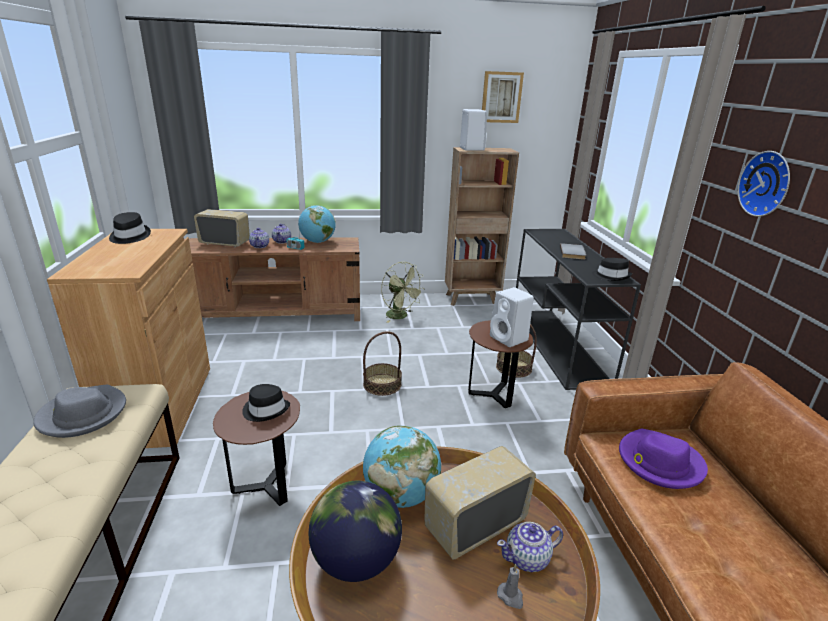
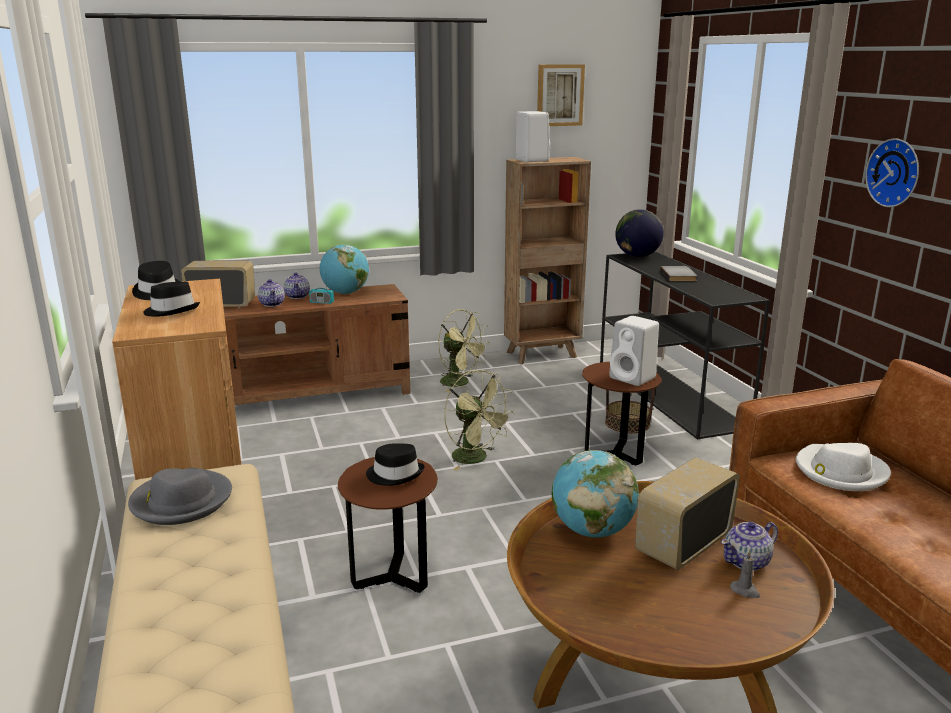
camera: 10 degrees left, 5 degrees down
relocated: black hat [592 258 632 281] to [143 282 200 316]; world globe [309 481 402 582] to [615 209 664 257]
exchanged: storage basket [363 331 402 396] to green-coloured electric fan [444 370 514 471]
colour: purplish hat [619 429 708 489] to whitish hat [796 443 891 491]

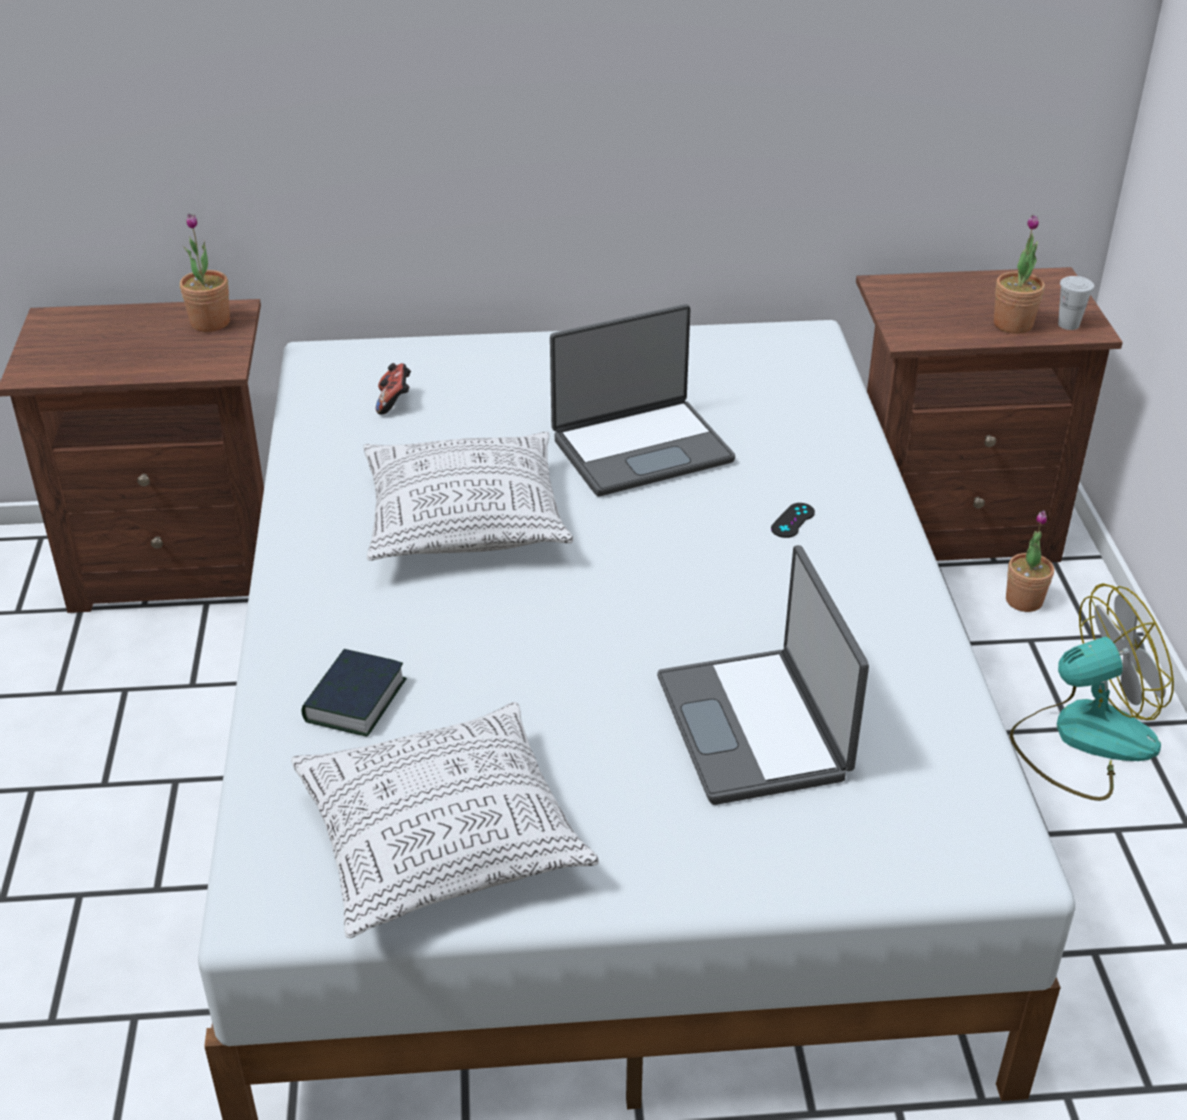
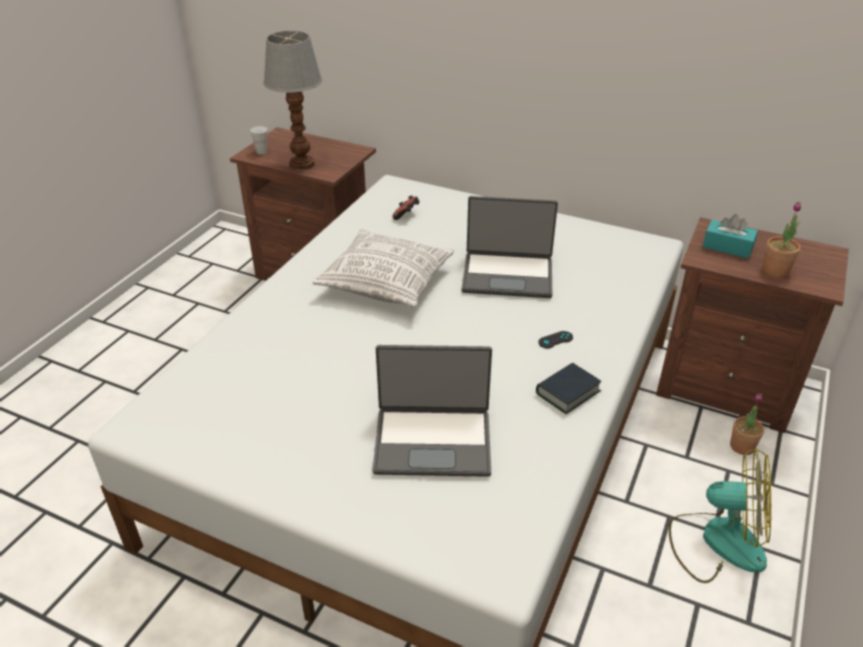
camera: 30 degrees right, 0 degrees up
missing: potted plant [180 213 230 332]; pillow [291 702 599 938]
appeared: tabletop lamp [263 31 322 171]; blue-green tissue holder [702 214 758 259]
relocated: whitish drinking cup [1058 276 1094 330] to [250 126 268 155]; volume [301 649 407 736] to [536 362 601 414]
spun: portable computer [657 545 869 805] = [373 345 492 477] 105 degrees counterclockwise

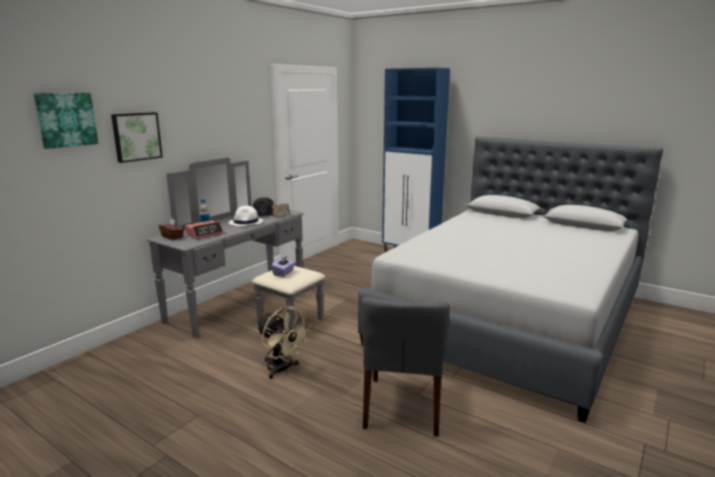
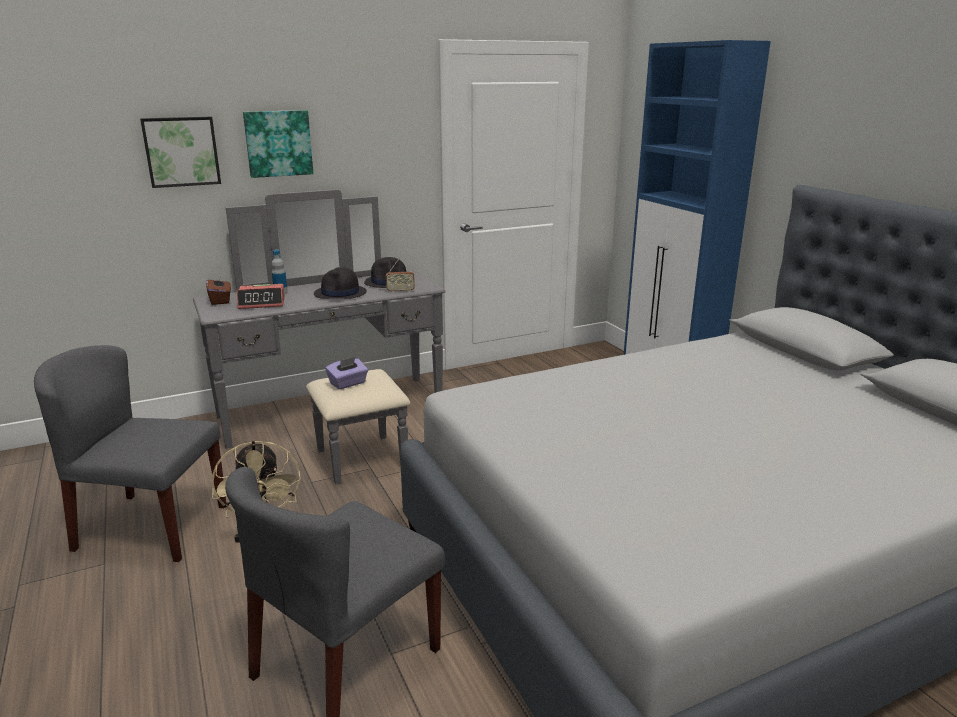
camera: 30 degrees right, 5 degrees up
appeared: gray plain chair [34 345 226 562]
relocated: wall picture [34 93 98 149] to [243 110 313 178]
colour: whitish hat [228 206 263 226] to black hat [314 267 367 299]

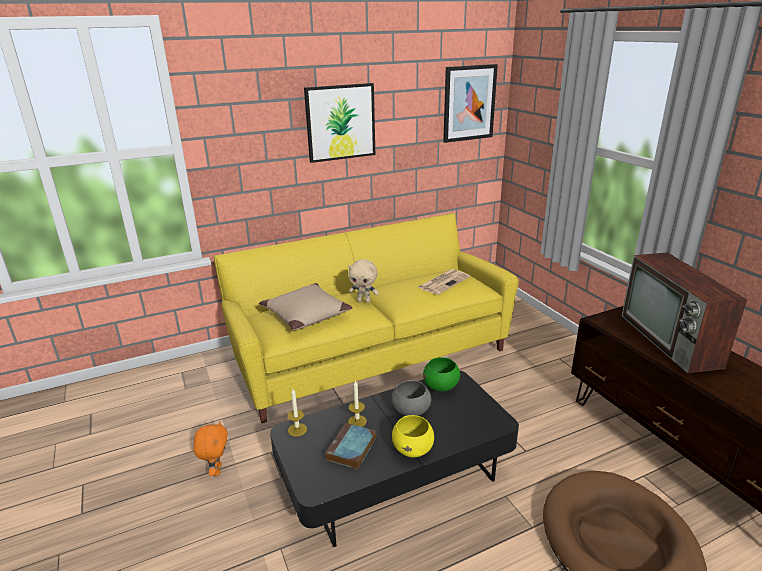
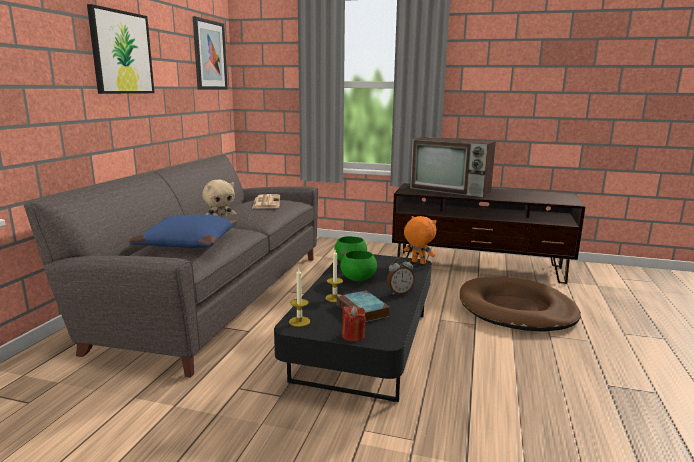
camera: 50 degrees left, 10 degrees down
appeared: reddish wax candle [342 306 366 342]
relocated: orangey soft toy [194 421 228 476] to [404 216 437 264]
exchanged: yellow-coloured deep dish [392 415 434 457] to table clock [387 257 415 295]
colour: yellow-coloured settee [214 213 519 423] to gray settee [24 155 318 378]; sand-coloured pillow [259 283 352 330] to bluish pillow [128 215 238 248]; gray deep dish [392 380 431 416] to green-coloured deep dish [340 250 377 281]

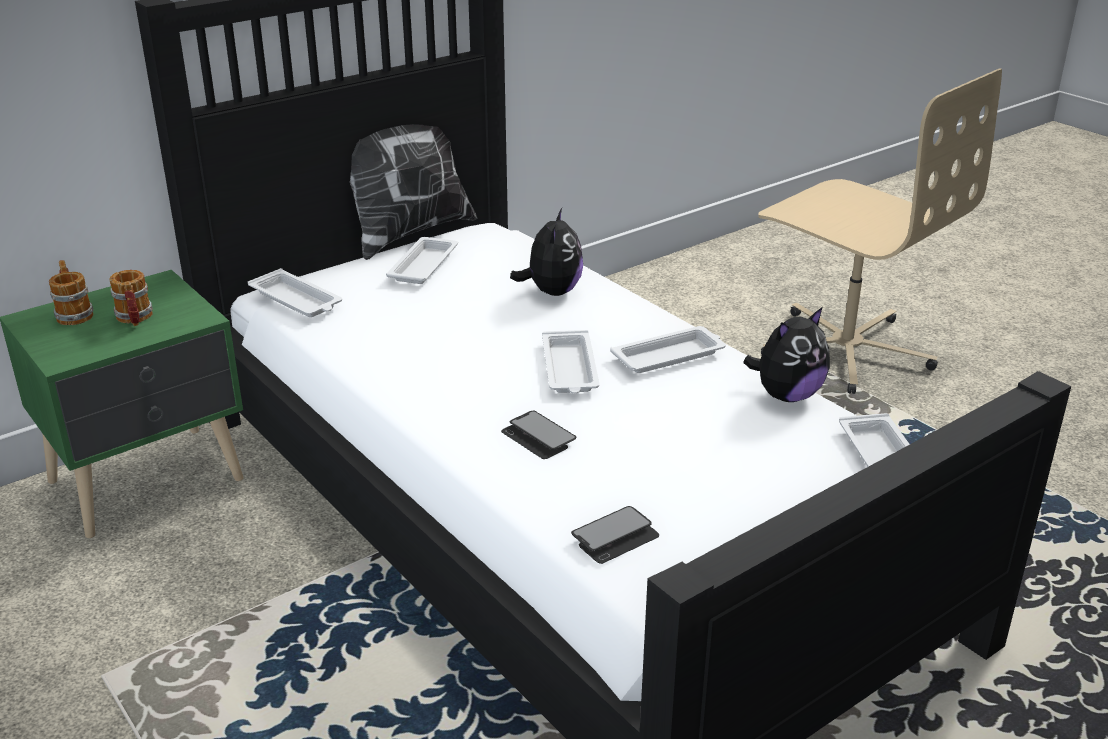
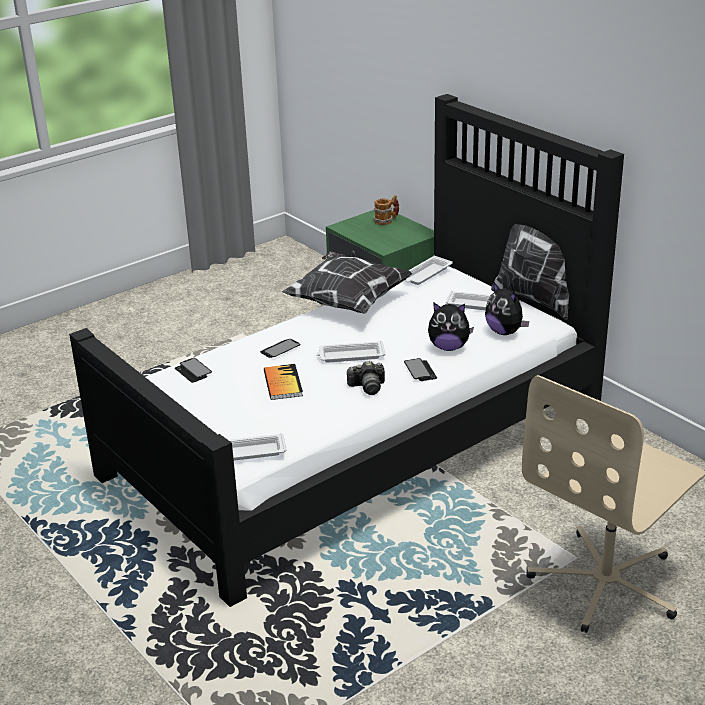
camera: 90 degrees right, 0 degrees up
missing: coffee mug [110 270 153 326]
appeared: pillow [282 251 413 314]; telephone [404 358 437 381]; volume [264 364 303 400]
relocated: soft toy [744 307 830 402] to [485 283 529 335]
exchanged: whitish tray [610 326 726 373] to photo camera [346 361 385 395]

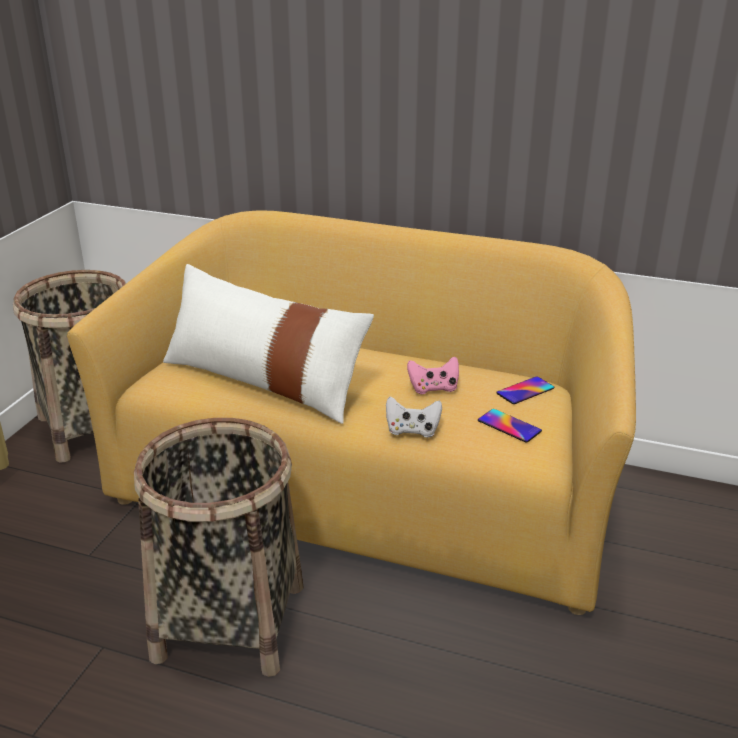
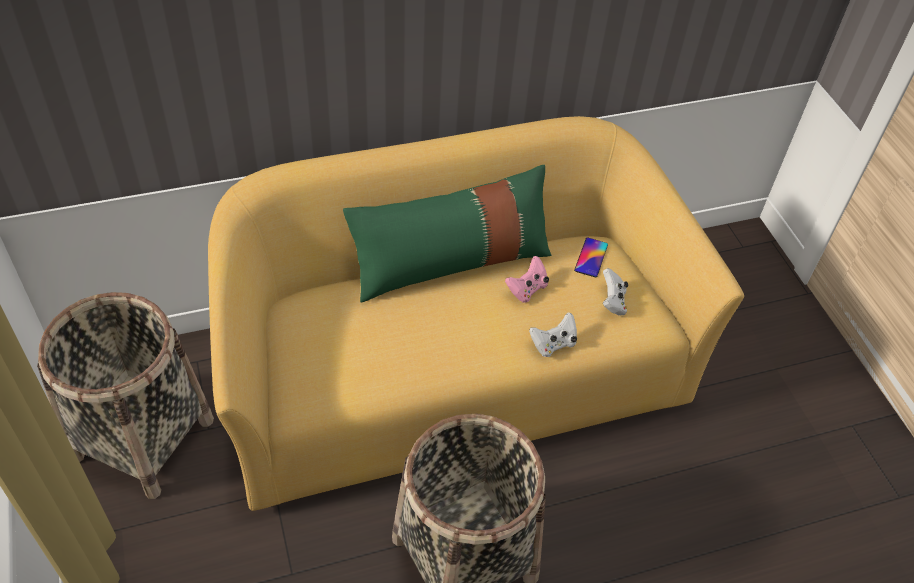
camera: 40 degrees left, 20 degrees up
missing: whitish pillow [163 264 374 424]
appeared: green-coloured pillow [343 165 551 302]
exchanged: telephone [478 409 542 443] to whitish joypad [603 268 628 316]

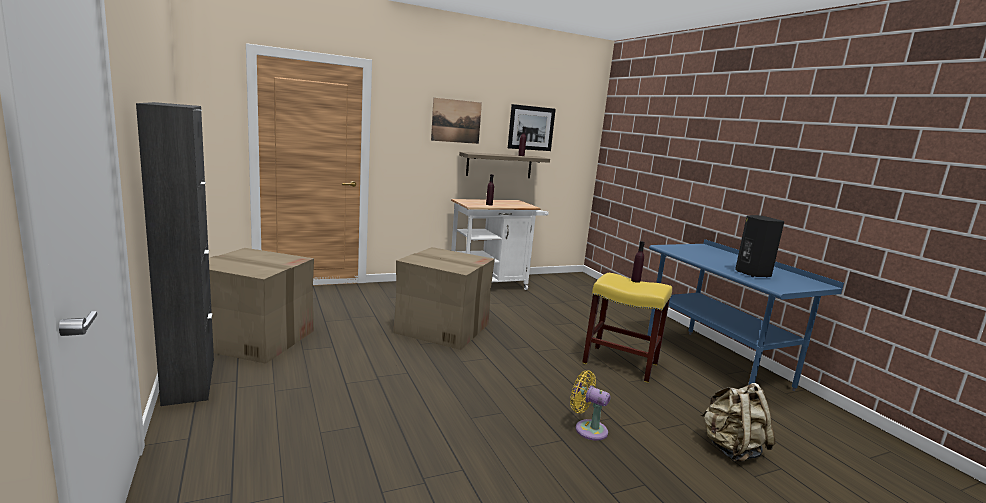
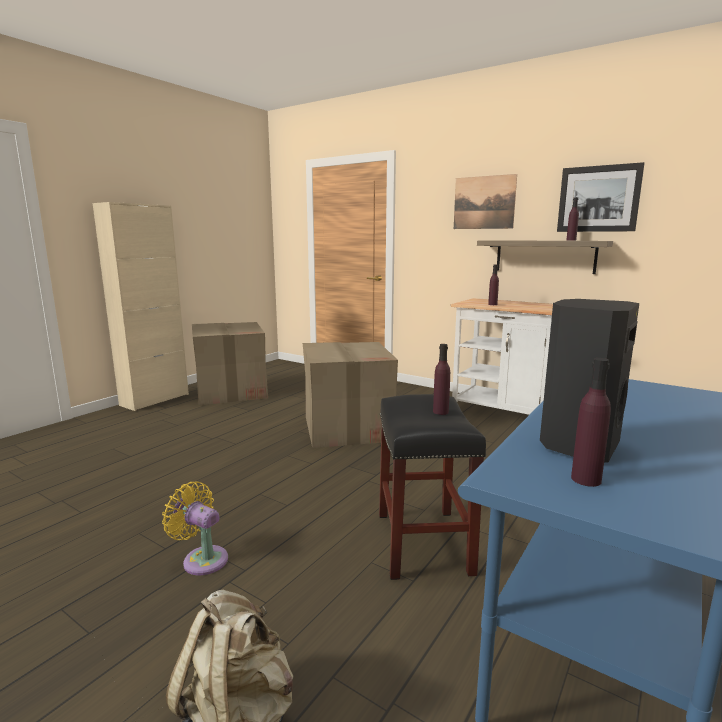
camera: 60 degrees right, 0 degrees up
appeared: purplish bottle [571 358 611 487]
colour: black storage cabinet [136 102 214 406] to sand-coloured storage cabinet [93 202 189 411]; yellow-coloured stool [582 273 672 383] to black stool [379 394 486 580]
spun: yellow-coloured electric fan [570 370 611 441] = [162 482 228 575] 60 degrees counterclockwise

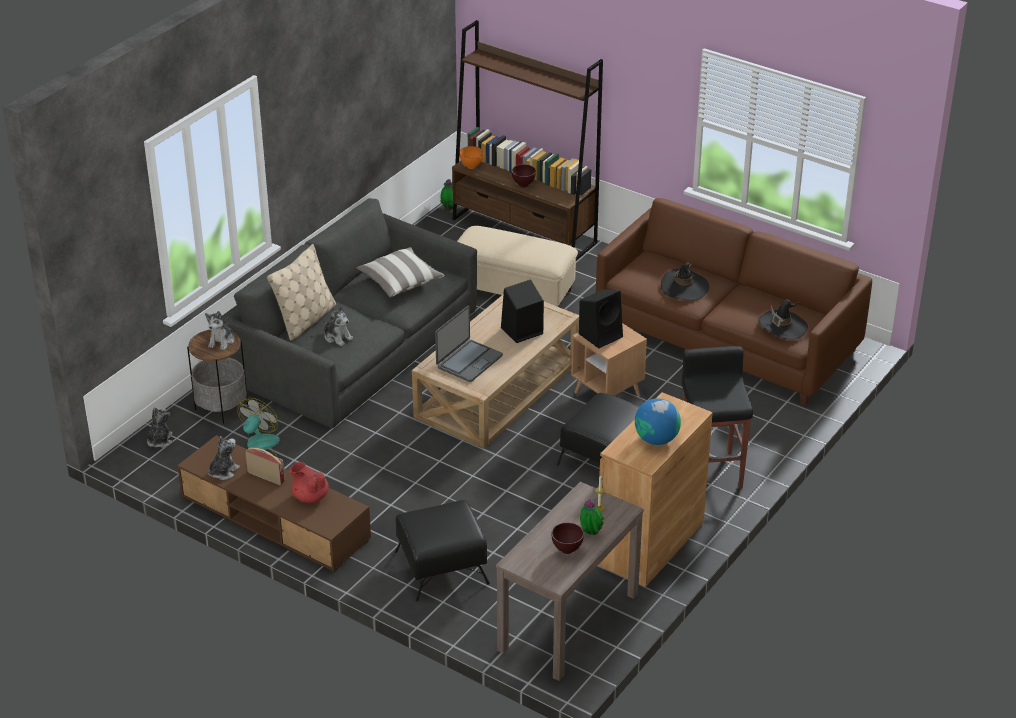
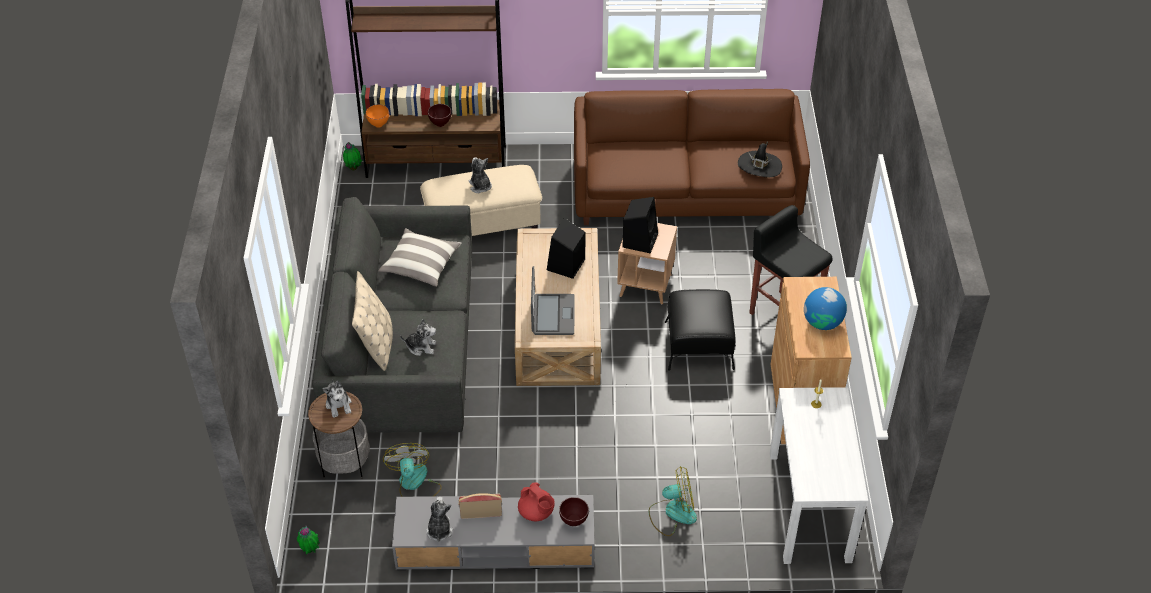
camera: 35 degrees left, 10 degrees up
missing: black hat [661 262 709 301]
relocated: soft toy [147 407 172 448] to [469 157 492 193]; potted plant [580 499 604 535] to [297 525 320 555]; brown-coloured deep dish [552 522 584 554] to [559 497 589 526]
exchanged: black footrest [395 500 490 601] to electric fan [648 466 697 536]
colour: brown-coloured media console [177 435 371 573] to gray media console [392 495 595 570]; brown-coloured narrow table [496 482 644 681] to whitish narrow table [770 387 868 564]
spun: reddish tea pot [289 462 329 503] = [518 482 555 521] 135 degrees counterclockwise

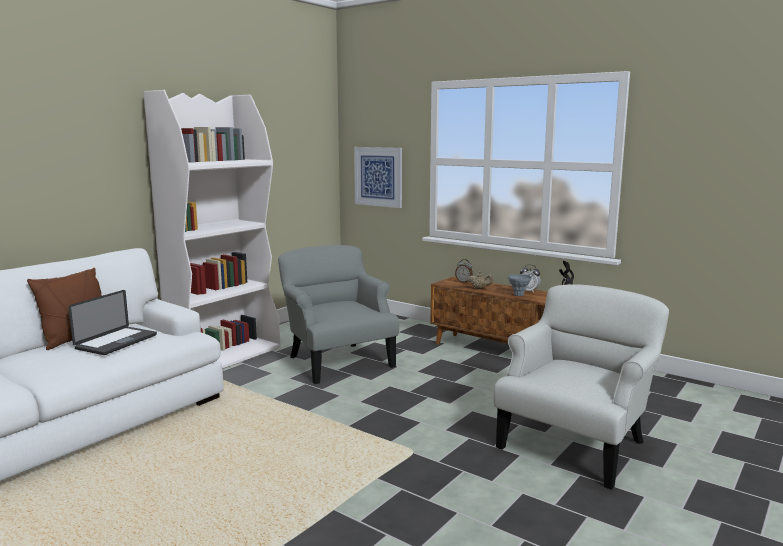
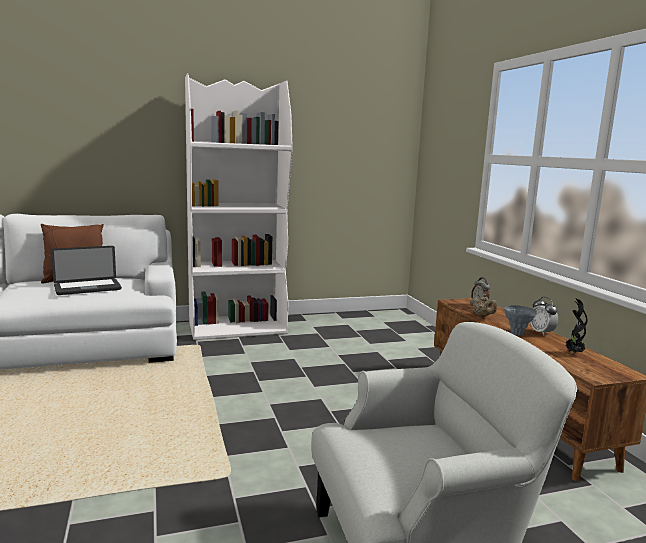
camera: 35 degrees right, 0 degrees up
missing: wall picture [354 147 402 208]; gray easy chair [278 245 399 384]

